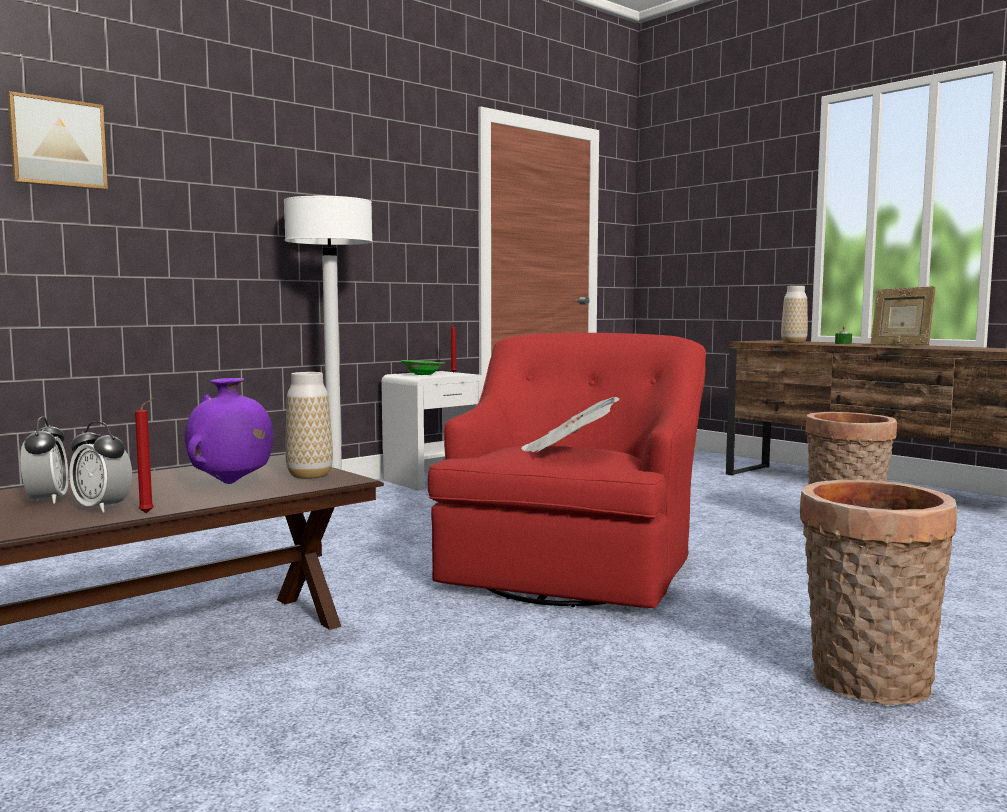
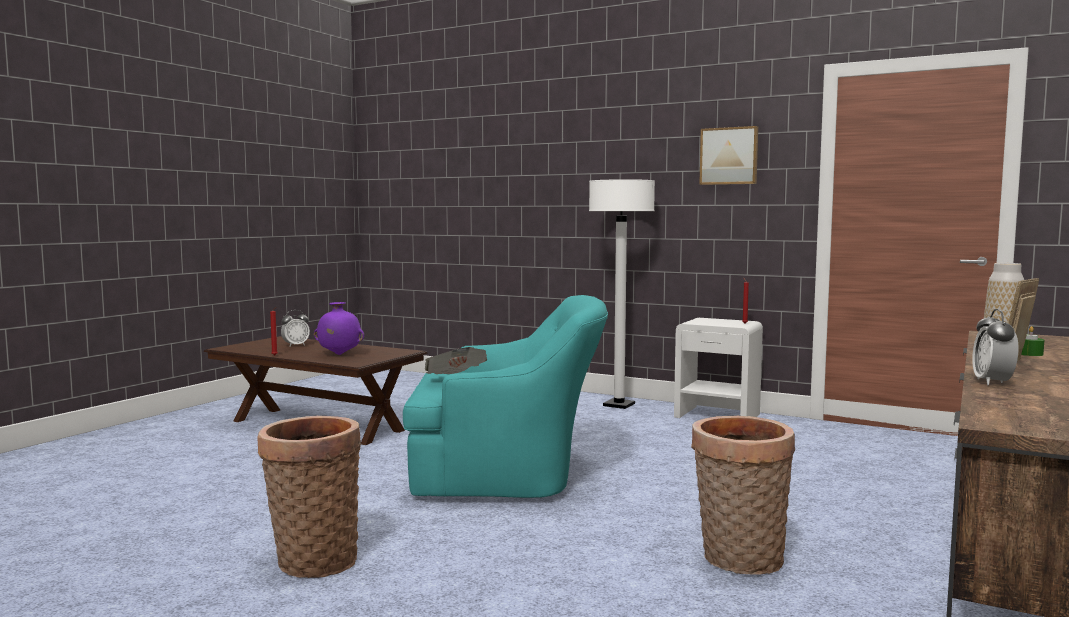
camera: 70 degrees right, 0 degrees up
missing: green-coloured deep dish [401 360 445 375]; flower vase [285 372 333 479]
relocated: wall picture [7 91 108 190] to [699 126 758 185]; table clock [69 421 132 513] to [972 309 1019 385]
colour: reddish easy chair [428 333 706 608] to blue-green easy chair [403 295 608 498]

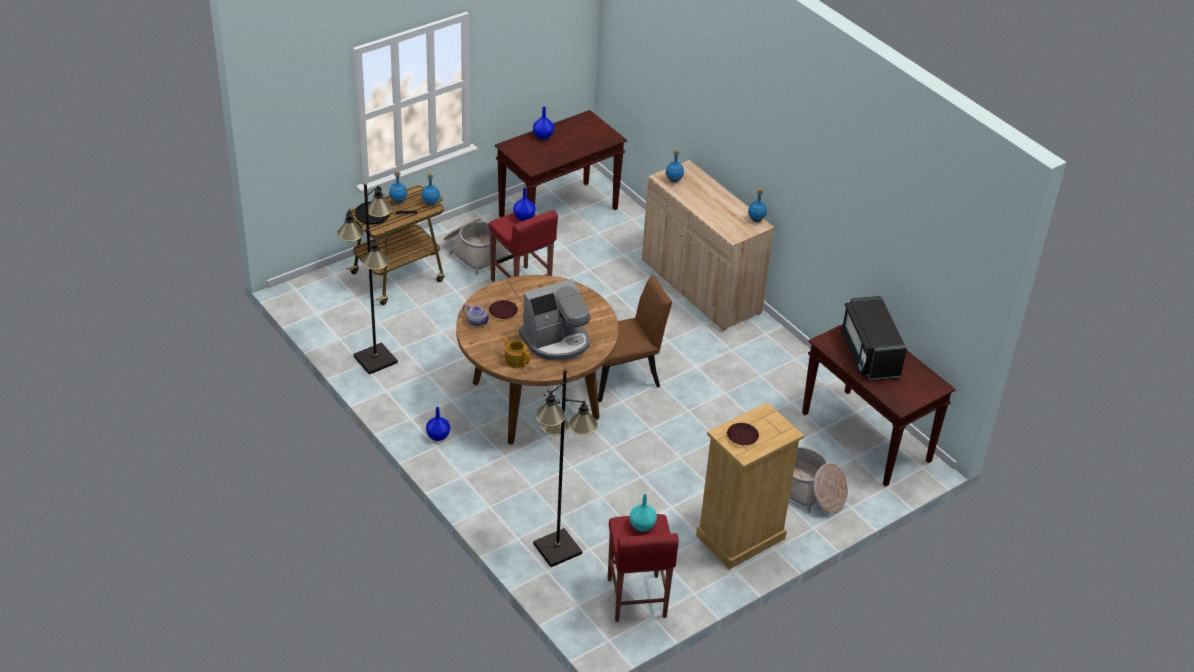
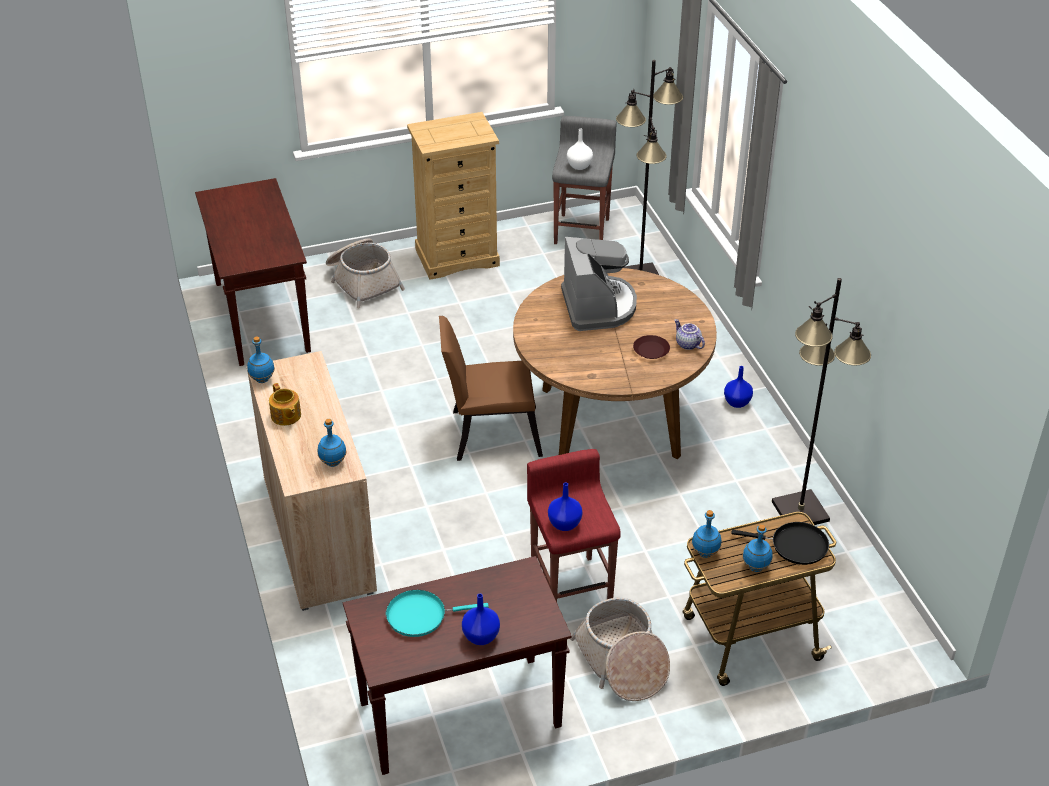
camera: 160 degrees left, 0 degrees up
missing: black microwave oven [840 296 907 380]; brown-coloured plate [727 423 759 445]
appeared: blue-green frying pan [386 590 489 637]
relocated: tea pot [503 338 530 368] to [269 383 301 426]
colour: blue-green flower vase [630 494 657 532] to whitish flower vase [567 129 593 170]; reddish stool [608 514 679 622] to gray stool [552 116 616 244]
spun: coffee machine [519 279 590 361] = [561 237 637 331] 90 degrees clockwise

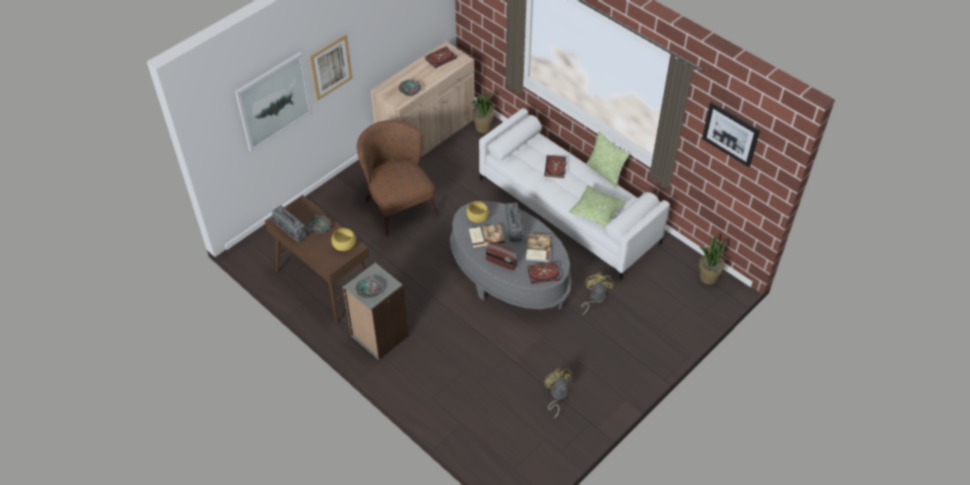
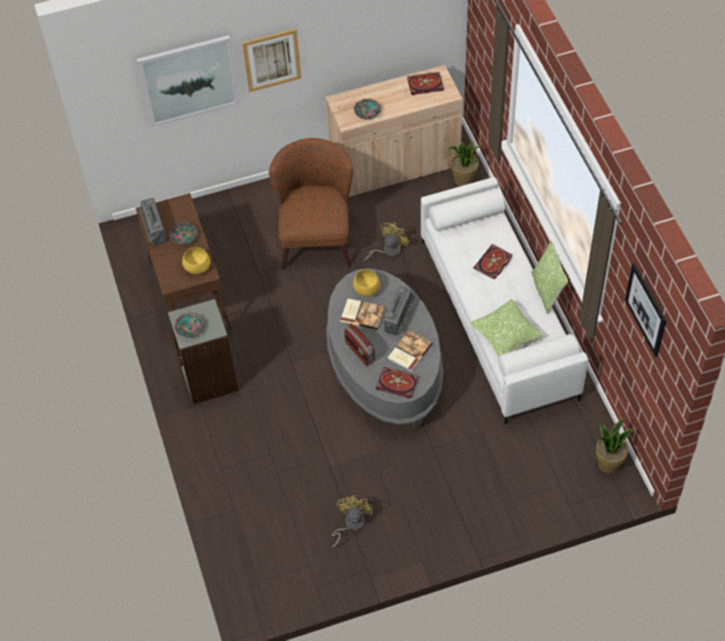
camera: 30 degrees right, 5 degrees up
relocated: yellow-coloured electric fan [581 272 614 315] to [364 222 410 261]

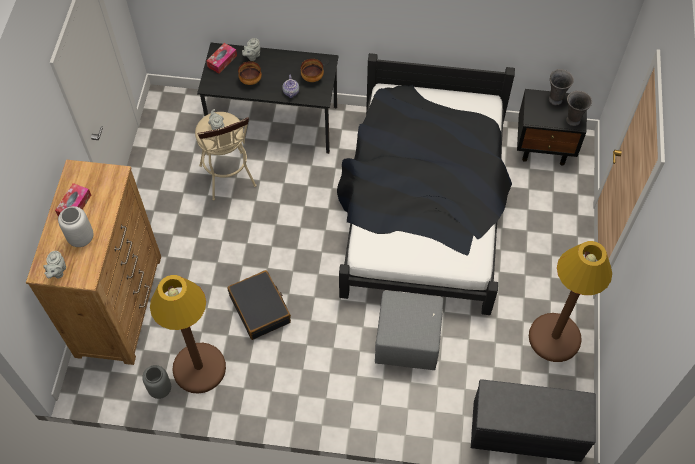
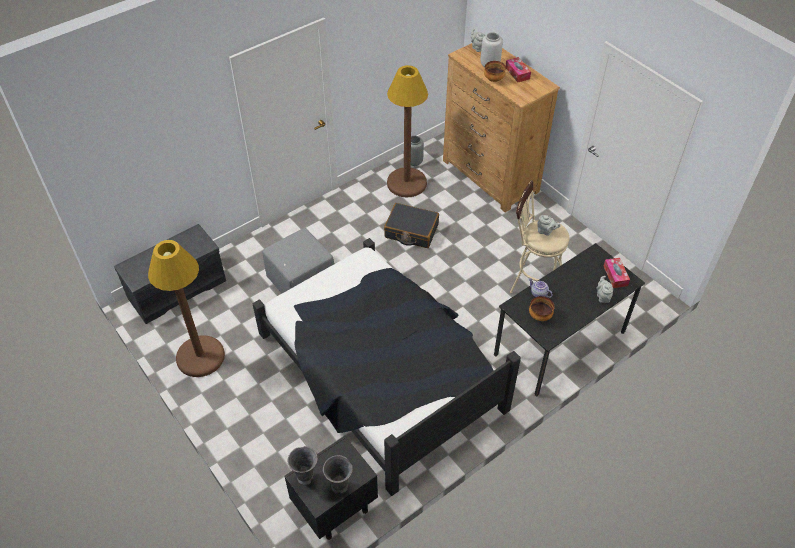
camera: 135 degrees right, 10 degrees down
relocated: deep dish [238 61 262 85] to [484 61 506 82]

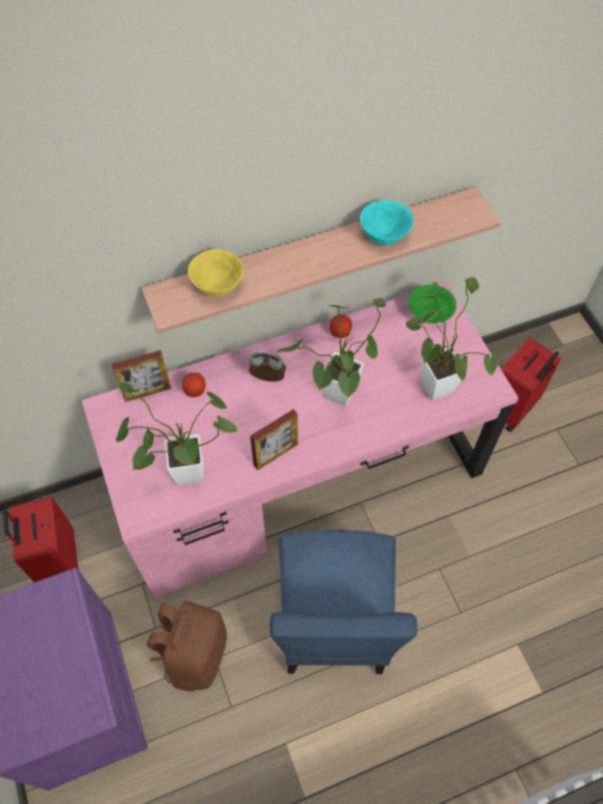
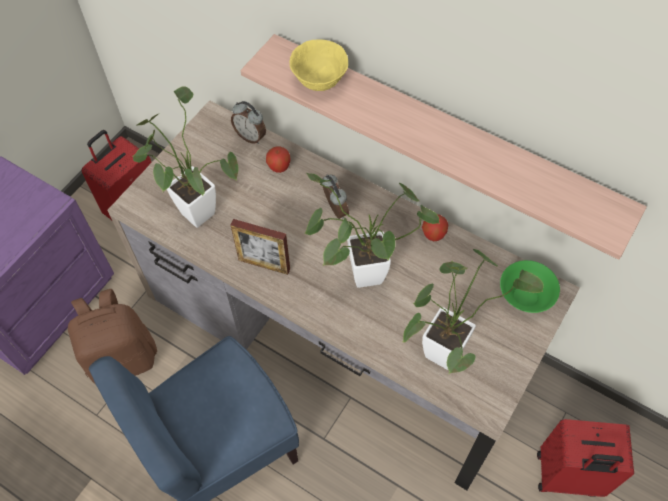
camera: 55 degrees right, 0 degrees up
missing: blue-green deep dish [360 200 414 245]
exchanged: photo frame [112 350 171 402] to table clock [231 101 266 144]
colour: pink desk table [81 282 519 599] to brown-coloured desk table [108 100 580 490]

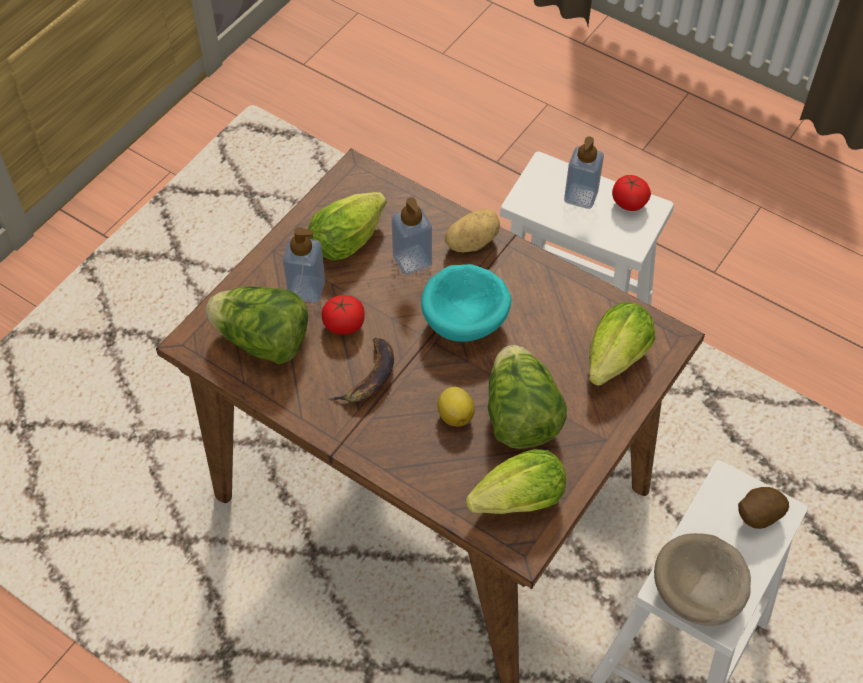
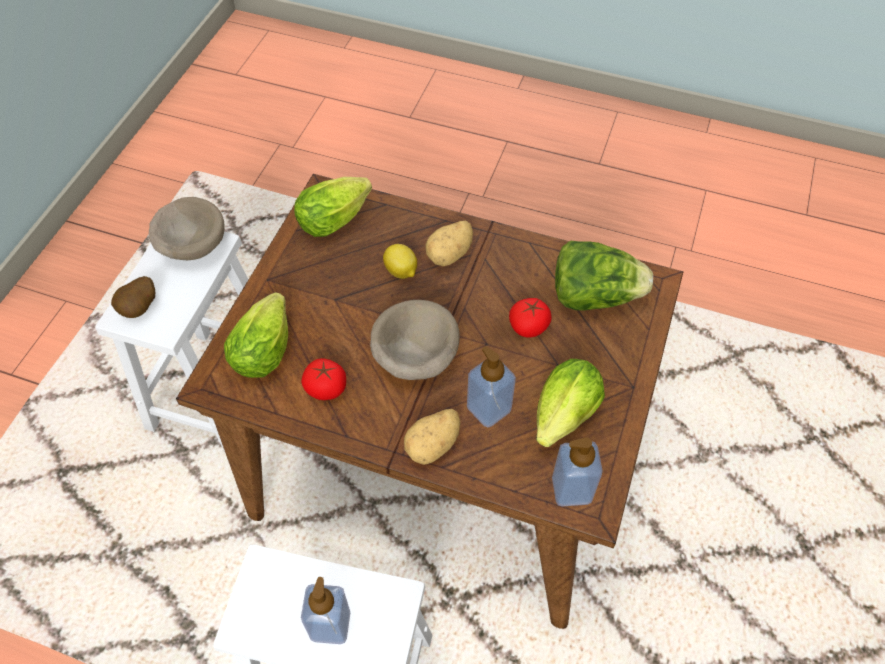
camera: 165 degrees right, 0 degrees up
missing: whole banana [329 338 394 402]; lettuce [488 345 567 449]
appeared: spud [425 221 473 266]
relocated: whole tomato [612 175 651 211] to [301 358 346 400]; soap bottle [282 227 326 303] to [552 437 603 507]
colour: blue-green deep dish [421 264 511 342] to sand-coloured deep dish [370 300 460 380]

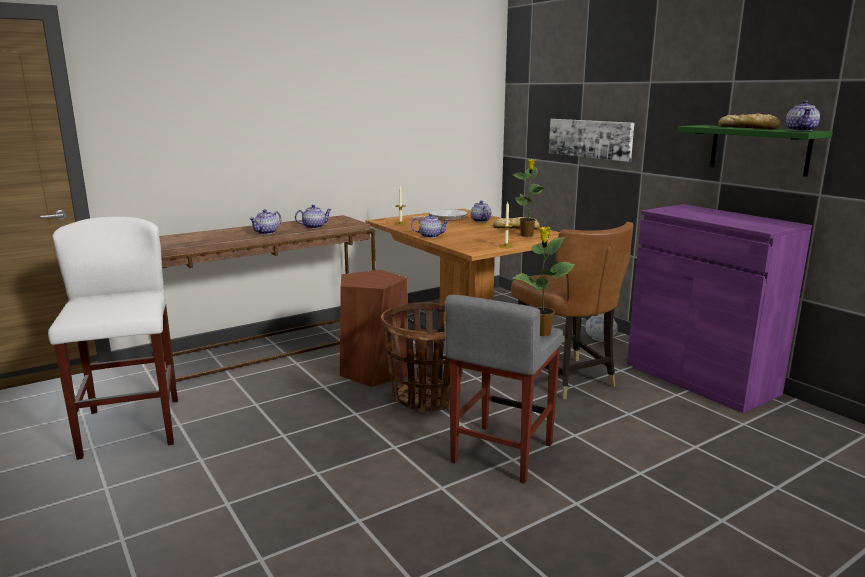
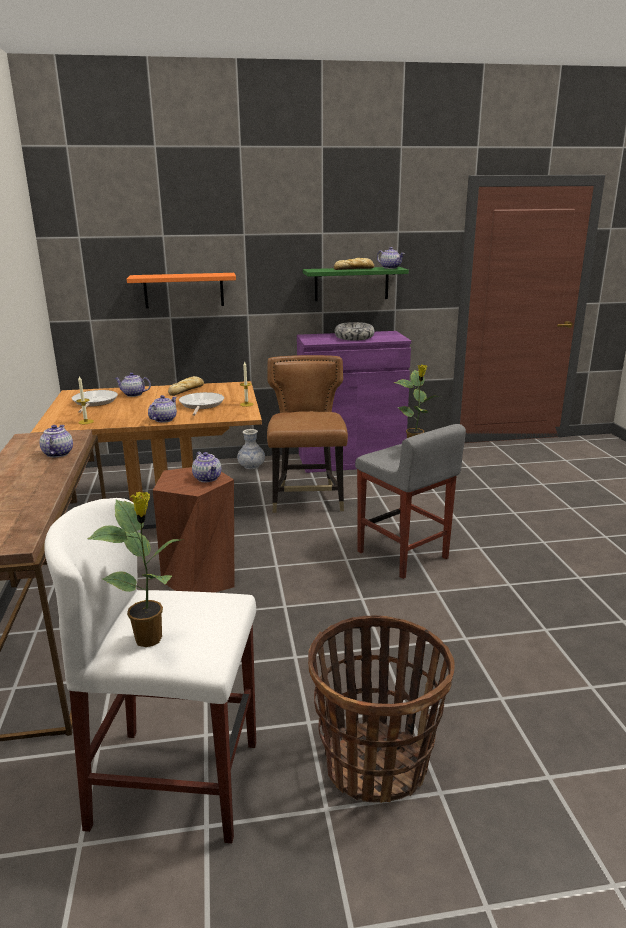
camera: 65 degrees left, 5 degrees up
appeared: deep dish [334 322 375 341]; frying pan [179 392 224 416]
relocated: potted plant [513 159 544 237] to [88 492 184 647]; tea pot [249 209 281 234] to [192 452 221 482]; storage basket [381 302 463 412] to [308 615 455 803]
exchanged: wall picture [549 119 634 162] to orangey bracket shelf [127 273 236 309]
spun: brown-coloured plain chair [511 222 633 399] = [267 355 348 513] 90 degrees counterclockwise

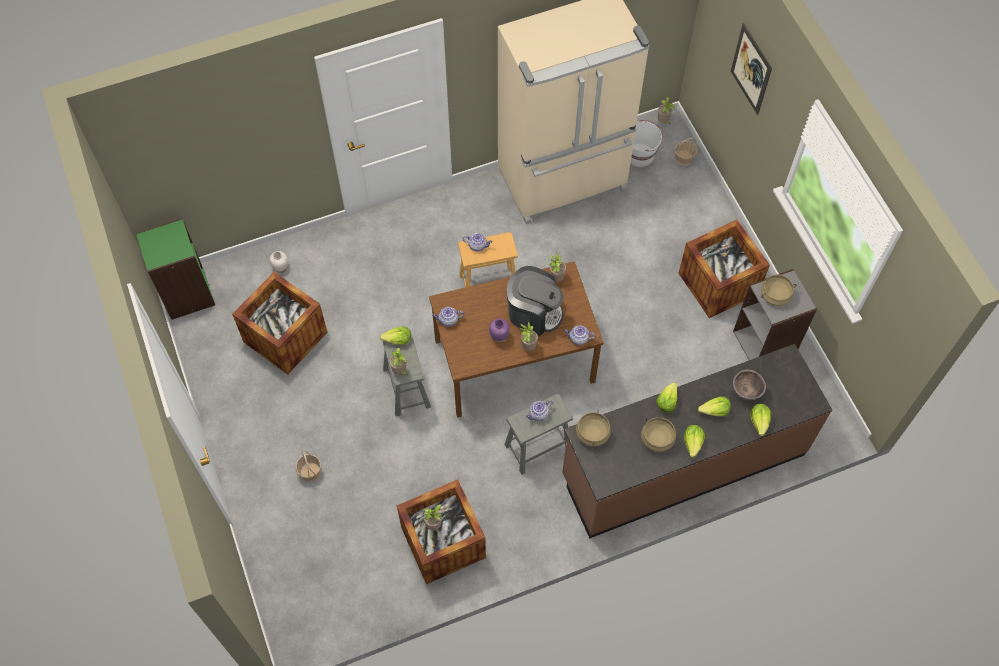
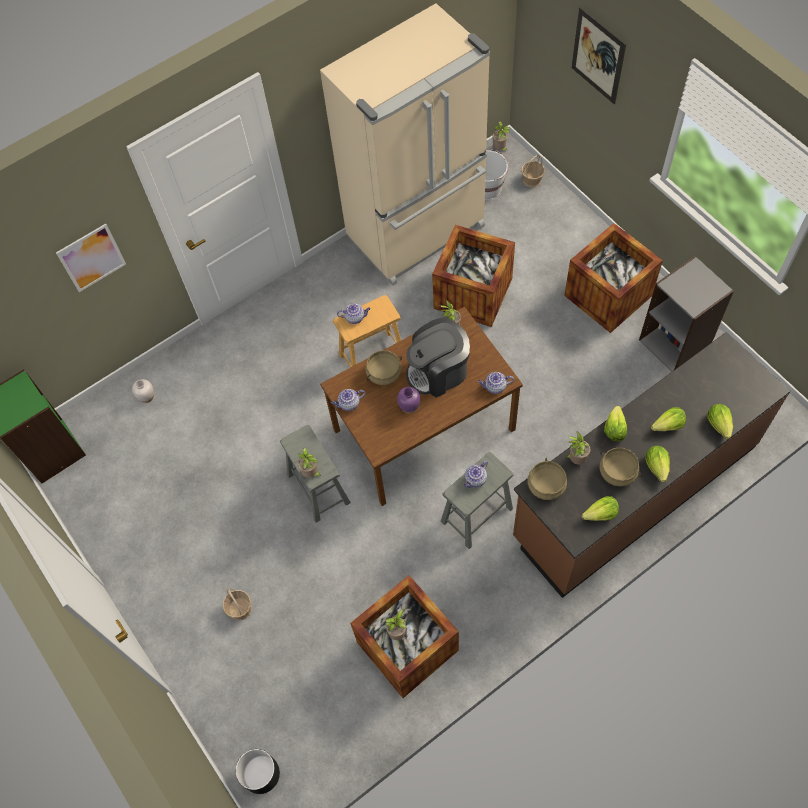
camera: 10 degrees left, 0 degrees up
missing: brown-coloured deep dish [733 370 766 401]
appeared: wall picture [56 224 126 292]; black plant pot [236 749 280 794]
relocated: shipping crate [232 272 328 375] to [432 225 515 327]; sand-coloured stockpot [761 274 796 306] to [366 350 402 385]; potted plant [520 321 538 351] to [565 431 590 464]; lettuce [380 326 411 345] to [582 496 619 521]
spun: coffee machine [507 266 564 336] = [406 318 470 397] 150 degrees clockwise

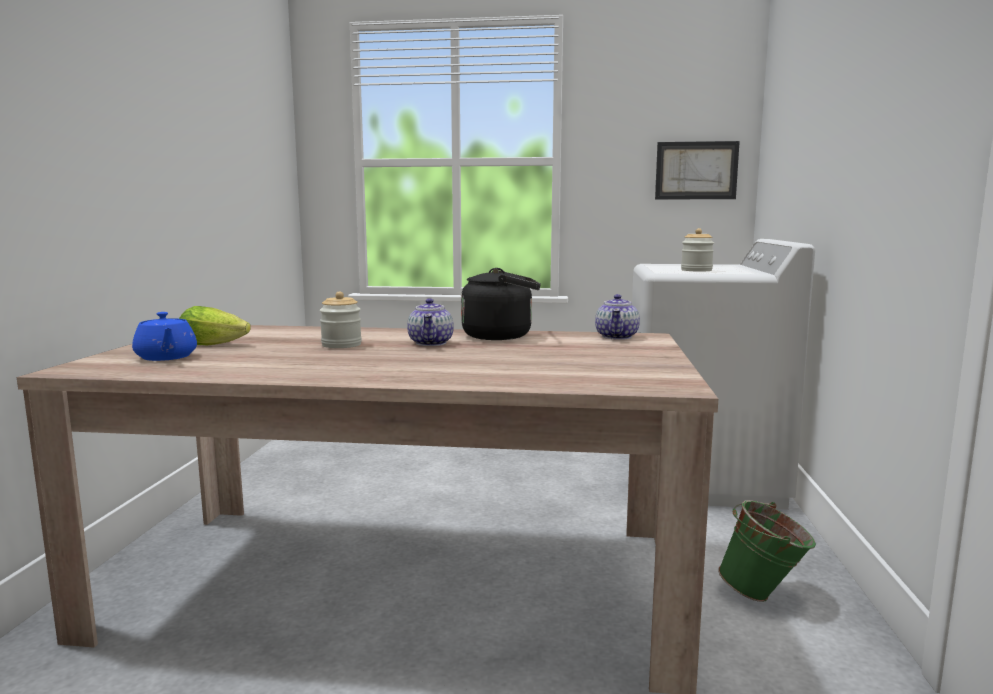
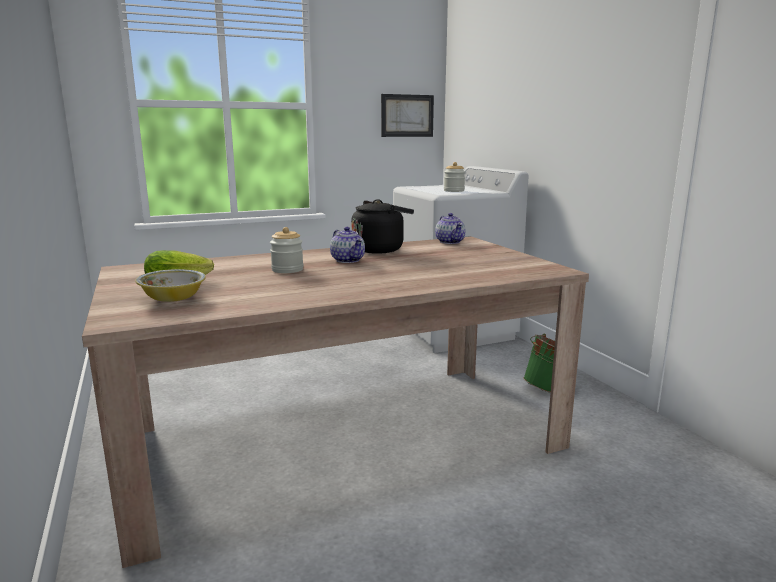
camera: 30 degrees left, 5 degrees up
exchanged: bluish tea pot [132 312 197 361] to deep dish [135 269 206 302]

